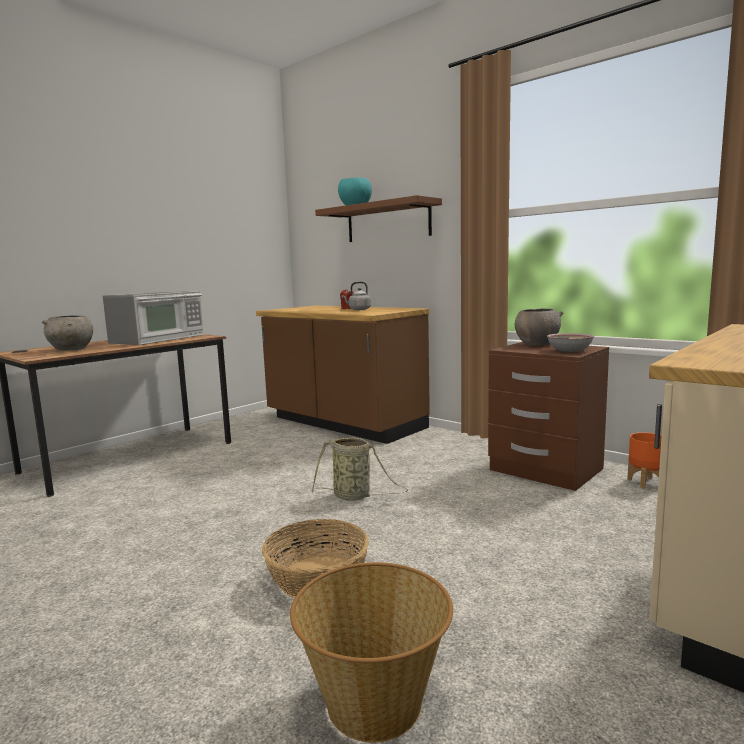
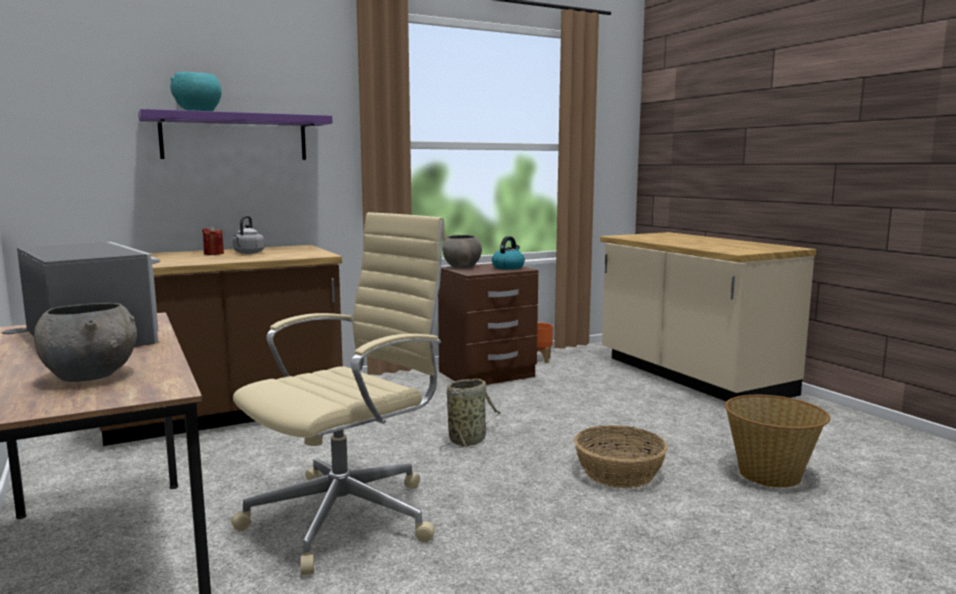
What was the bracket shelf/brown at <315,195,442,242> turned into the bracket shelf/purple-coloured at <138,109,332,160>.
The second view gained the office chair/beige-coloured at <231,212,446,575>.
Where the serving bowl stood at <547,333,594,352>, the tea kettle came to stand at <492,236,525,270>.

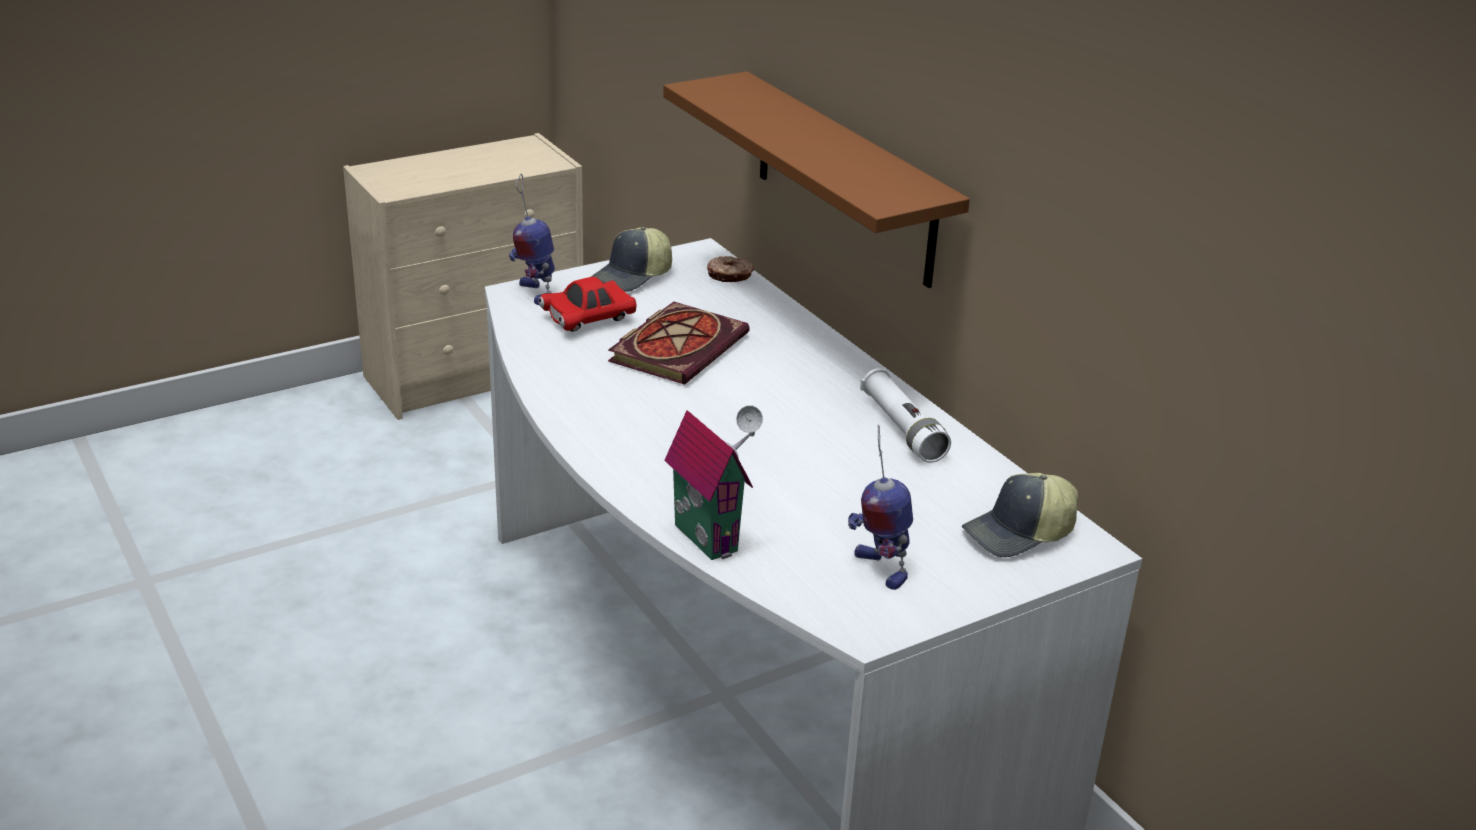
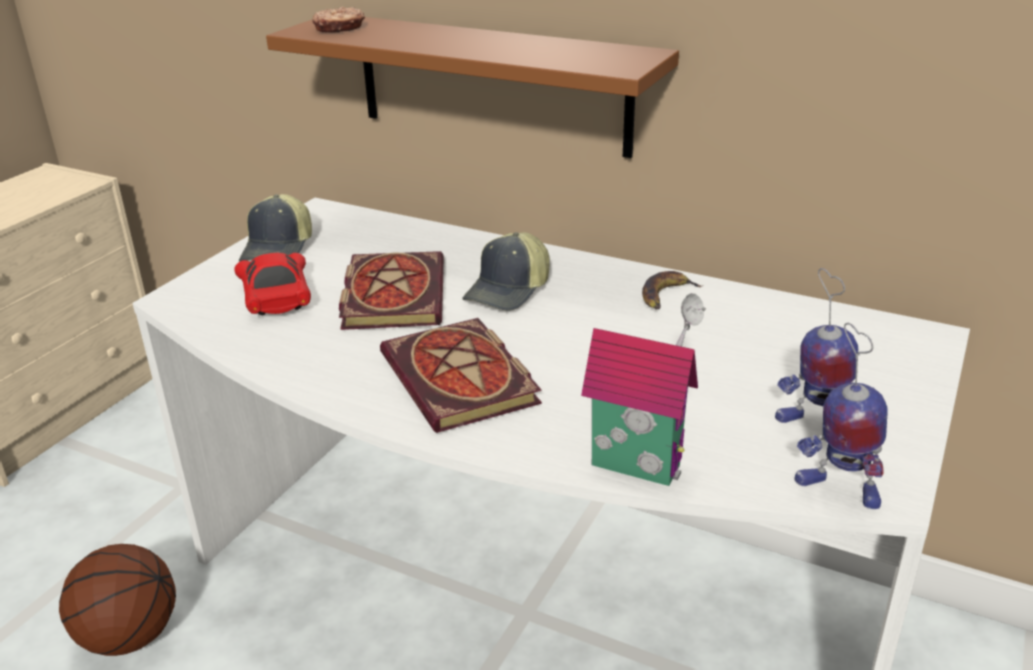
The second view gained the basketball at <59,544,176,656>.
The model car/red-coloured at <538,277,637,332> ended up facing another way, 135 degrees clockwise from before.
The doughnut ended up elsewhere, having gone from <707,256,754,282> to <312,7,365,33>.
The second view gained the bound book at <380,318,542,433>.
The baseball cap ended up elsewhere, having gone from <962,473,1078,558> to <462,232,549,311>.
Where the flashlight/white-coloured stood at <860,368,951,463>, the whole banana came to stand at <642,271,704,310>.
The robot figure ended up elsewhere, having gone from <509,174,555,305> to <794,323,888,509>.

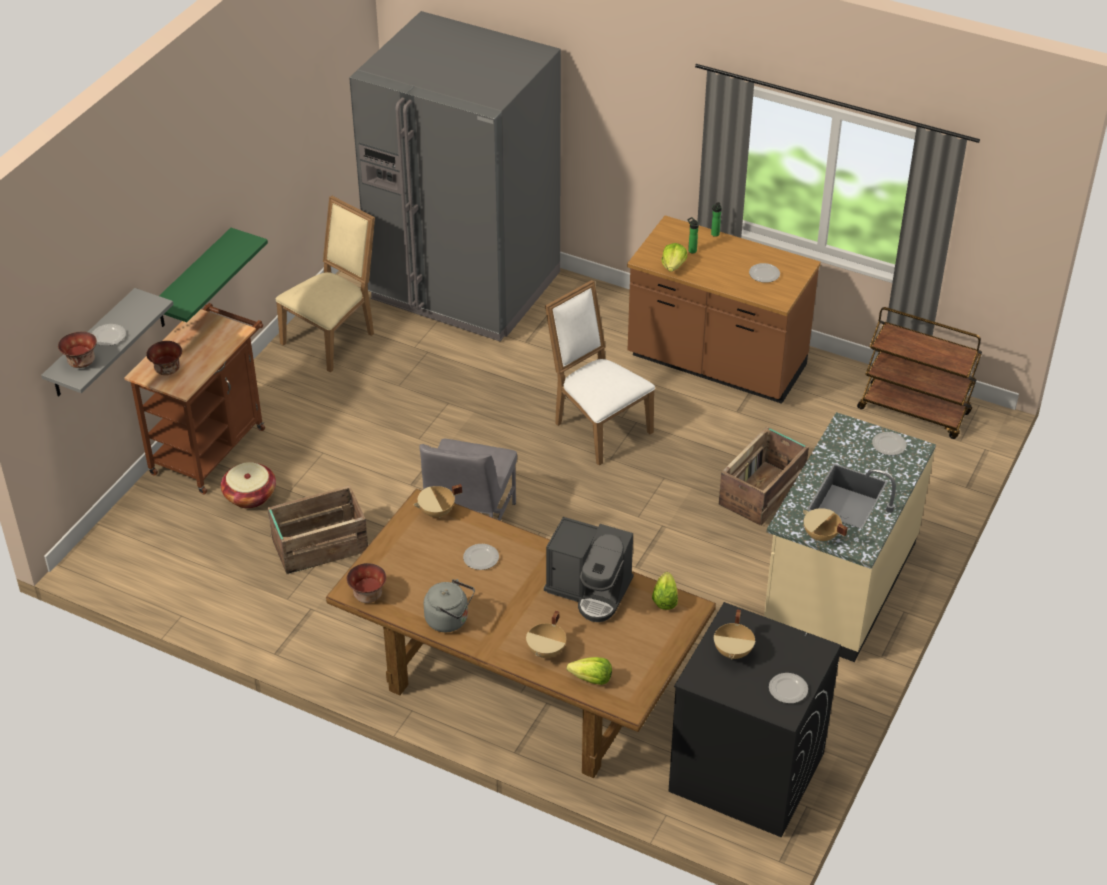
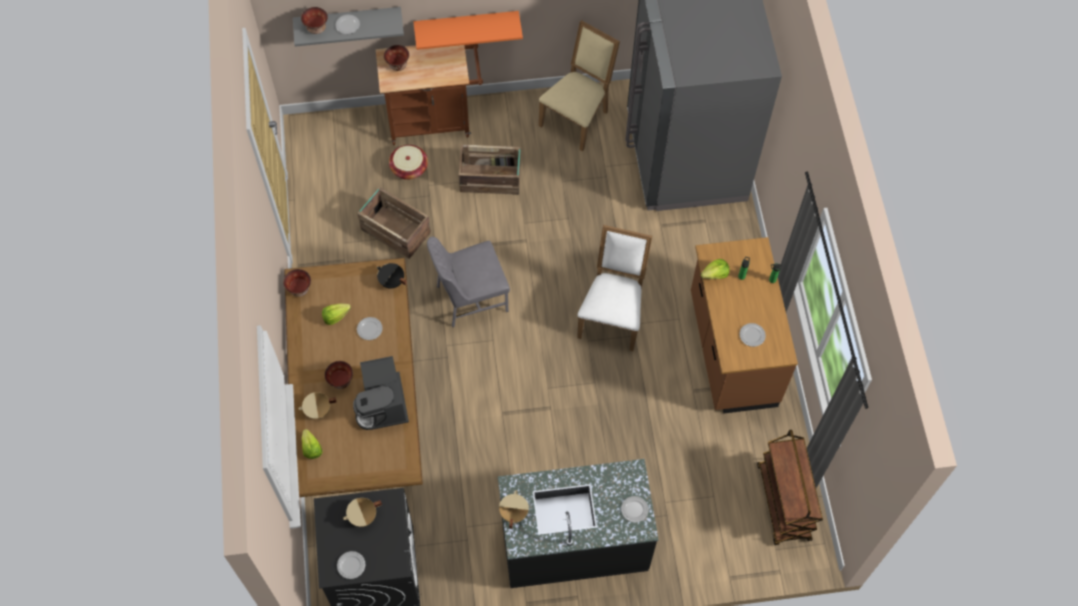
The lettuce head ended up elsewhere, having gone from <652,572,678,610> to <322,304,351,325>.
The second view gained the serving bowl at <325,361,353,389>.
What was the cooking pot/beige-coloured at <414,484,462,518> turned into the cooking pot/black at <377,263,407,289>.
What was the bracket shelf/greenish at <159,228,268,327> turned into the bracket shelf/orange-coloured at <413,11,523,50>.
The crate ended up elsewhere, having gone from <719,427,809,526> to <459,145,521,195>.
What was the kitchen counter/beige-coloured at <764,412,936,662> turned into the kitchen counter/black at <498,459,659,588>.
The plain chair/beige-coloured at <275,195,375,372> ended up facing another way, 60 degrees counterclockwise from before.
The second view lost the tea kettle/greyish at <424,579,475,632>.

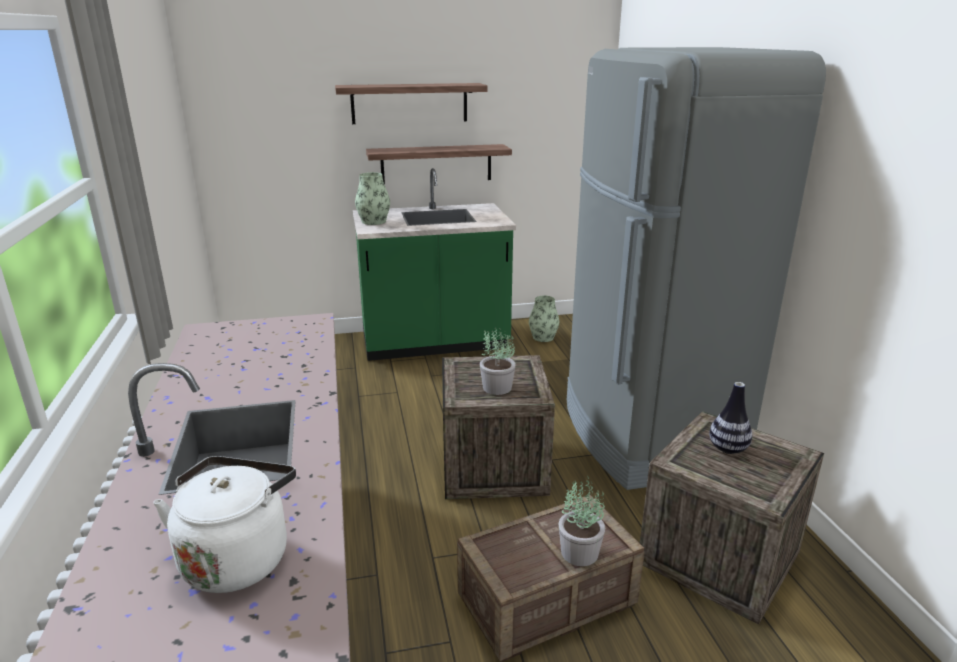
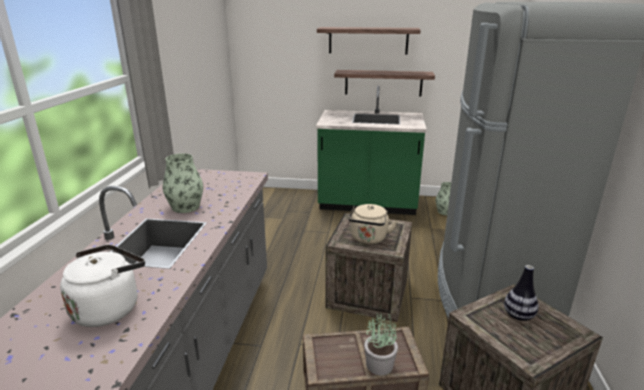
The decorative vase ended up elsewhere, having gone from <355,172,390,225> to <162,153,203,213>.
Where the plant in a pot stood at <480,328,516,395>, the tea kettle/beige-coloured came to stand at <348,204,397,244>.

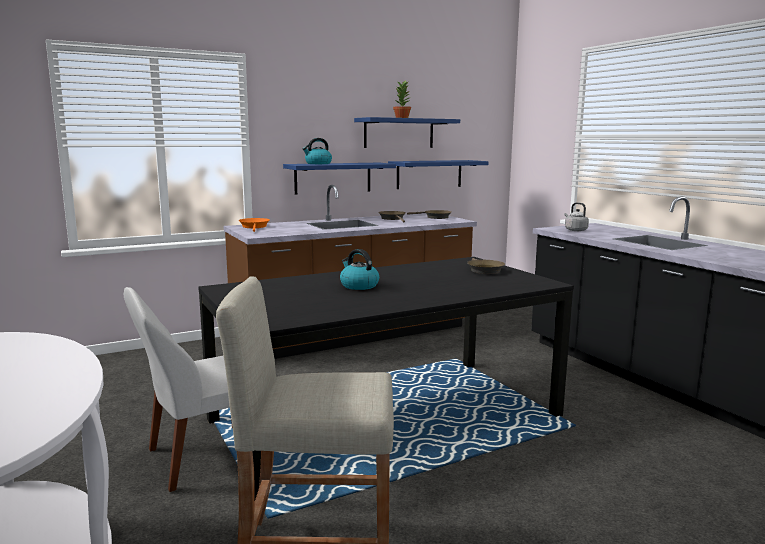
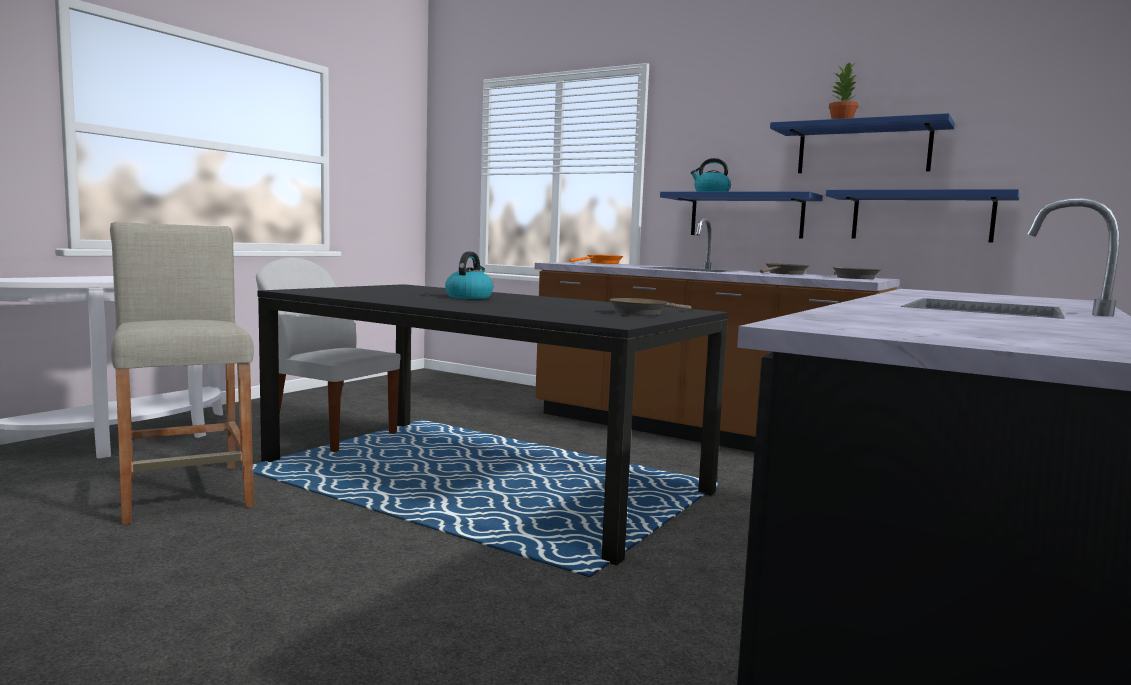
The second view lost the tea kettle/greyish at <564,202,589,231>.

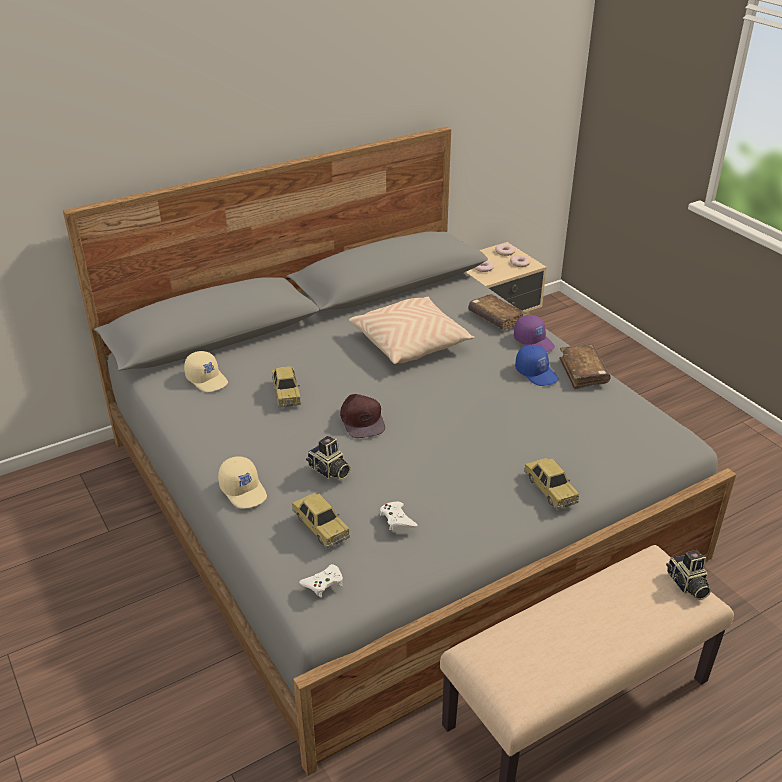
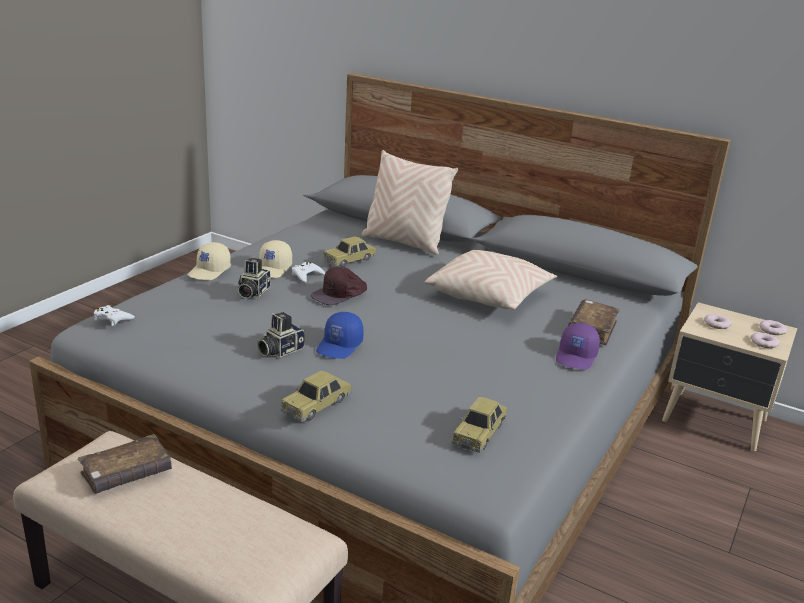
The bound book/brown ended up elsewhere, having gone from <559,344,611,389> to <78,434,172,494>.
The photo camera ended up elsewhere, having gone from <666,550,711,600> to <257,312,305,358>.
The baseball cap/beige-coloured ended up elsewhere, having gone from <184,351,228,392> to <259,240,292,278>.
The joypad/white-coloured ended up elsewhere, having gone from <380,502,418,530> to <292,262,325,283>.
The baseball cap/blue ended up elsewhere, having gone from <515,345,559,386> to <316,312,364,359>.
The second view gained the throw pillow/beige-coloured at <361,150,458,255>.
The model car ended up elsewhere, having gone from <292,493,350,548> to <452,397,507,453>.

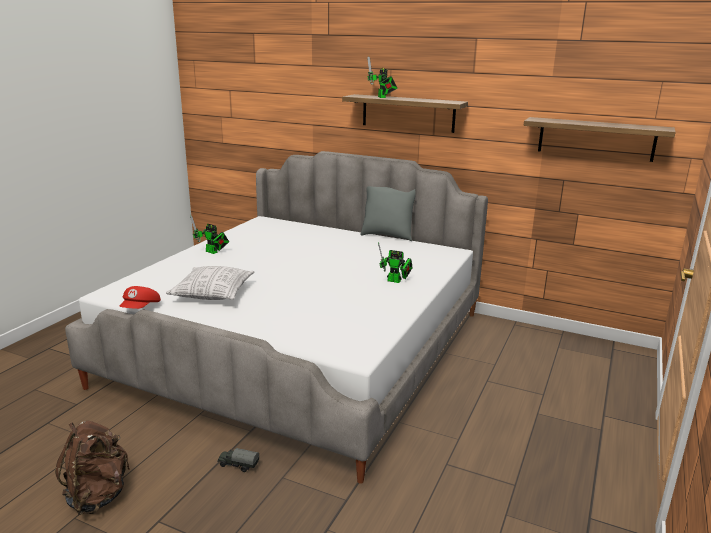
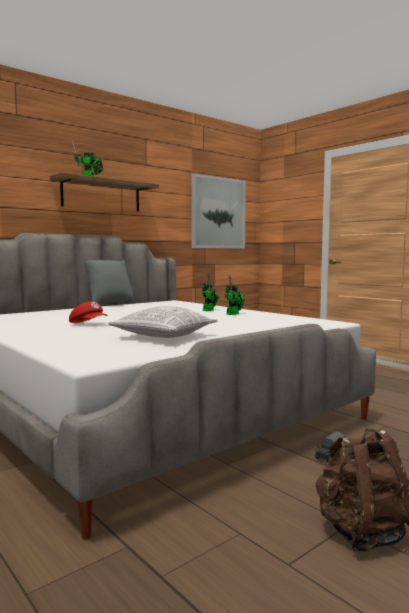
The baseball cap/red-coloured ended up elsewhere, having gone from <119,286,161,309> to <69,302,108,323>.
Where the bracket shelf hung at <523,117,676,162>, the wall picture came to hang at <191,173,246,248>.
The robot figure ended up elsewhere, having gone from <190,215,229,254> to <225,275,245,315>.

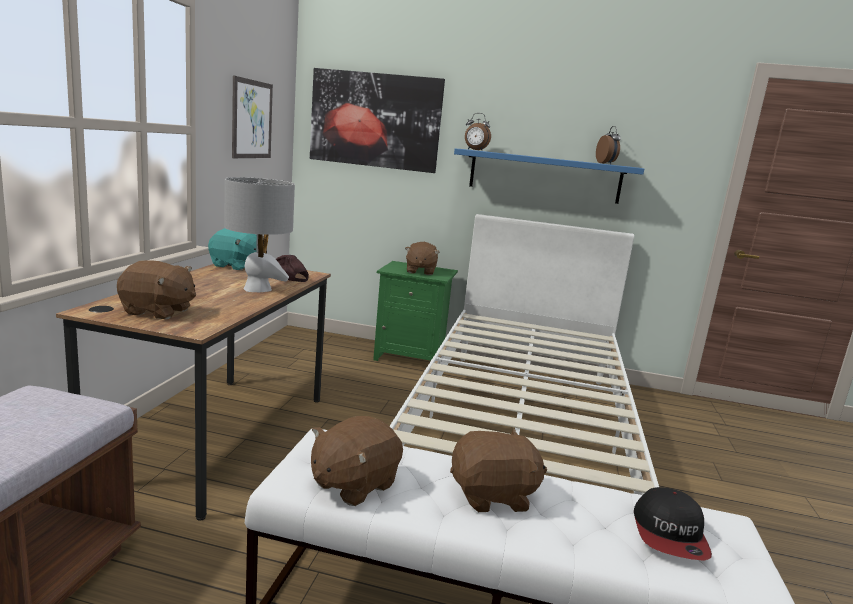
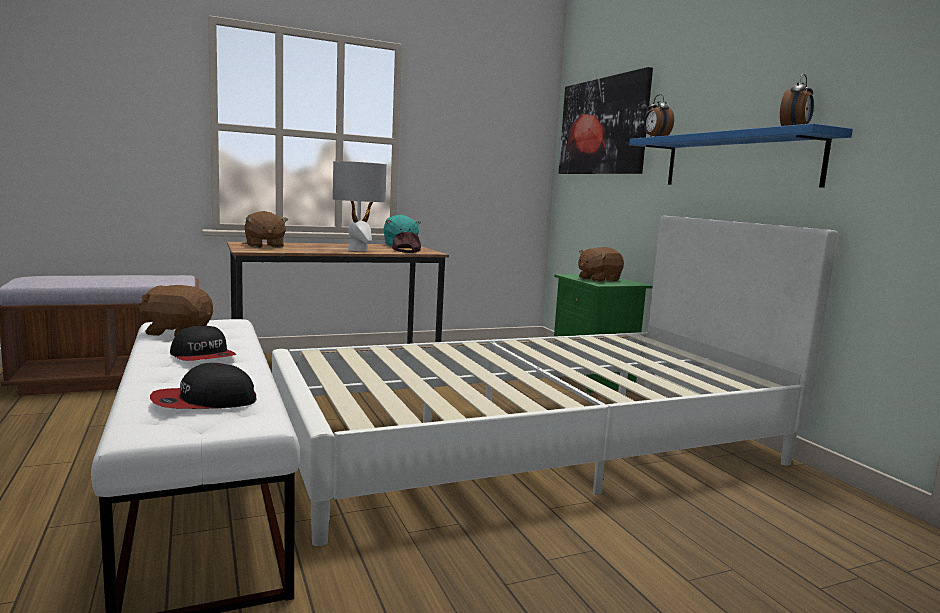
Where the cuddly toy/brown stood at <450,428,547,512>, the baseball cap came to stand at <170,325,236,361>.
The second view lost the wall picture at <232,76,273,158>.

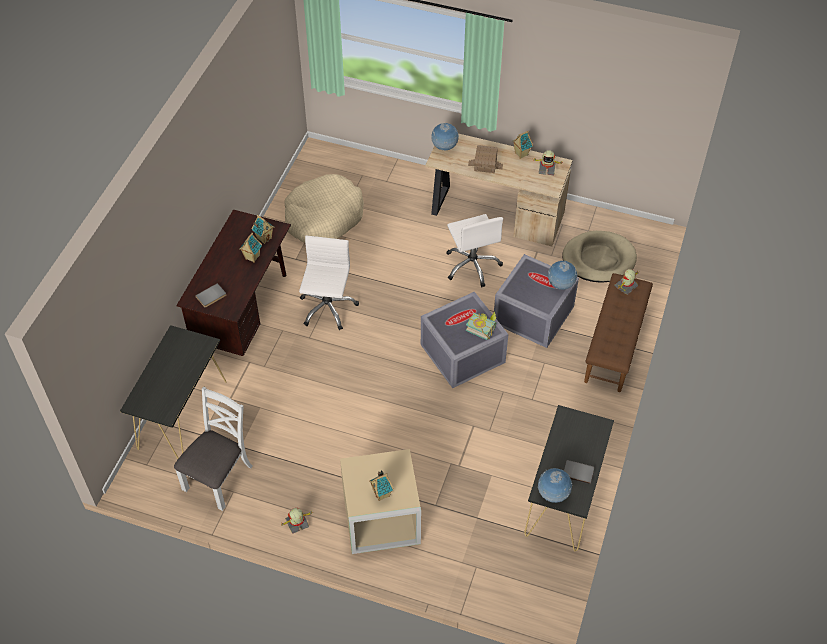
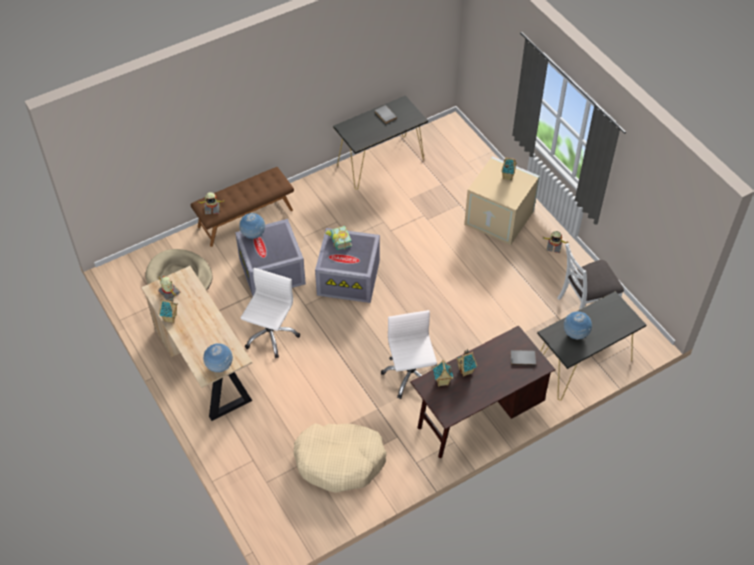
The office chair/white-coloured at <299,235,359,330> ended up facing another way, 120 degrees clockwise from before.
The world globe ended up elsewhere, having gone from <538,468,572,503> to <563,311,592,340>.
The second view lost the toy house at <468,145,503,173>.

